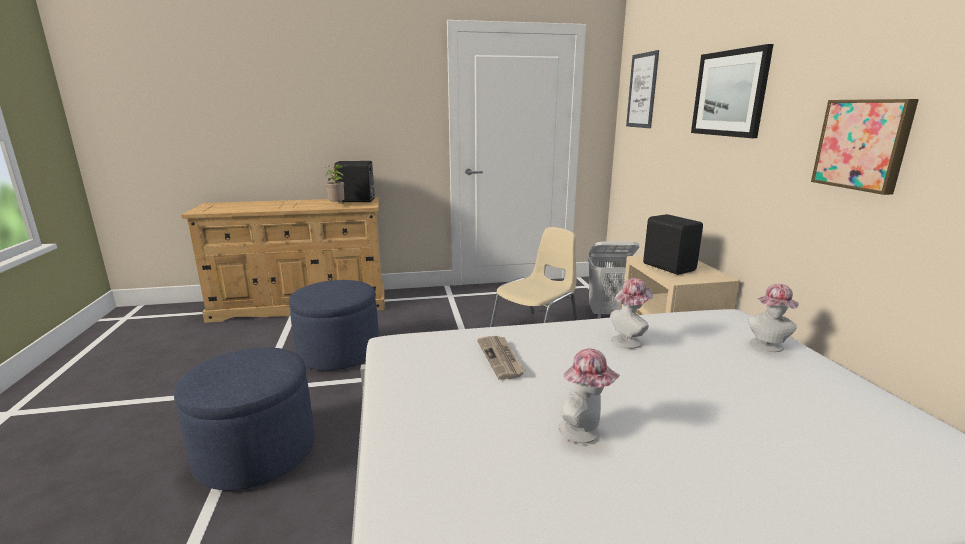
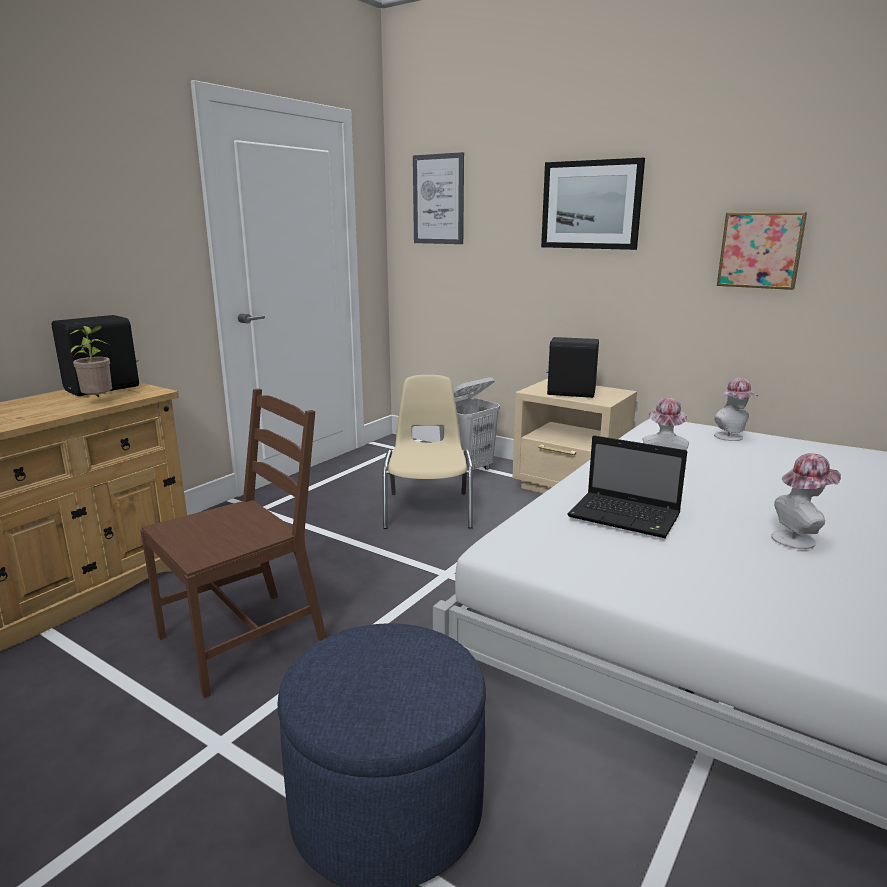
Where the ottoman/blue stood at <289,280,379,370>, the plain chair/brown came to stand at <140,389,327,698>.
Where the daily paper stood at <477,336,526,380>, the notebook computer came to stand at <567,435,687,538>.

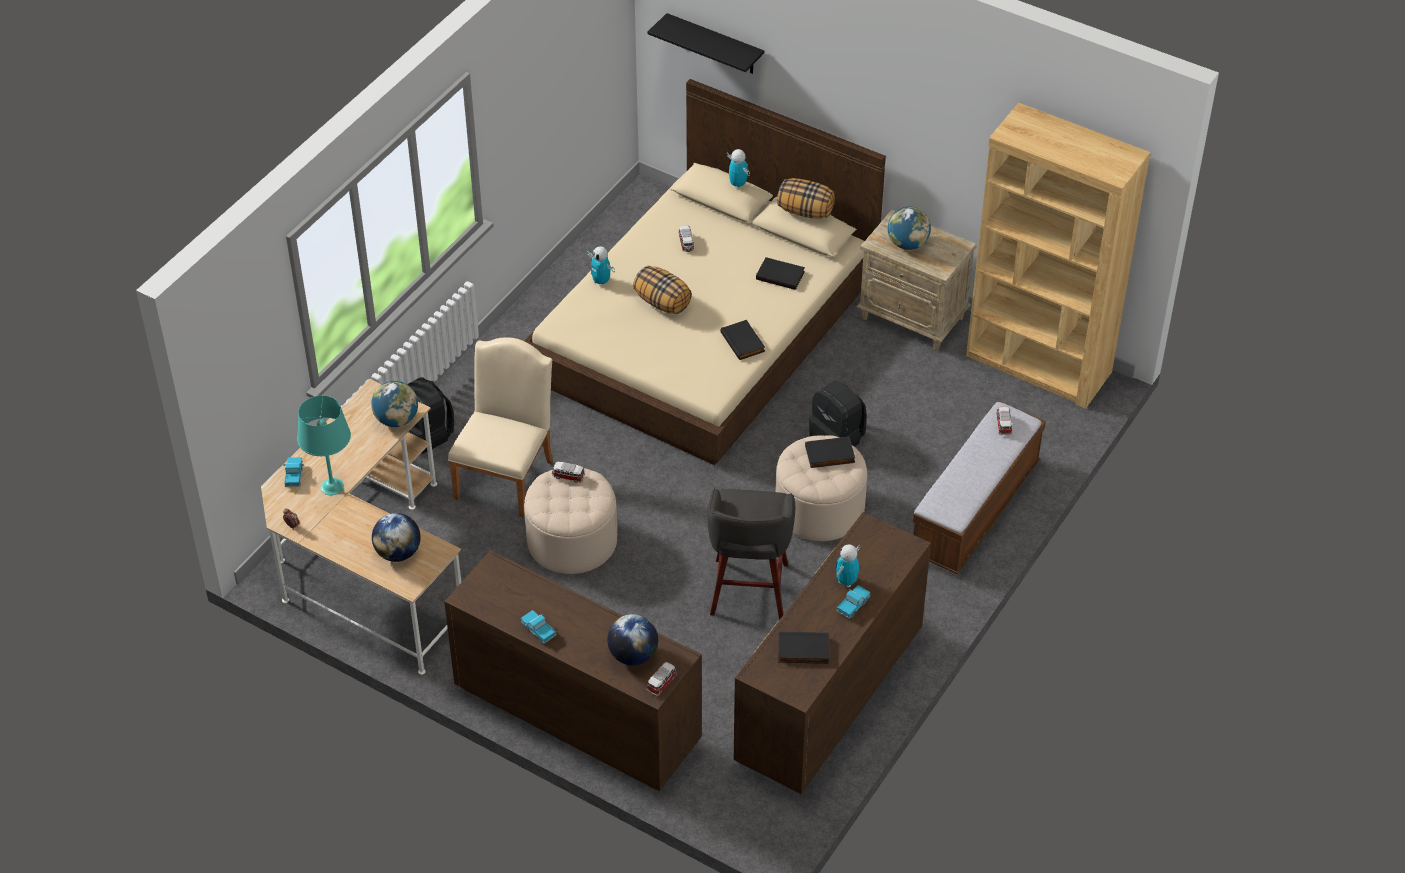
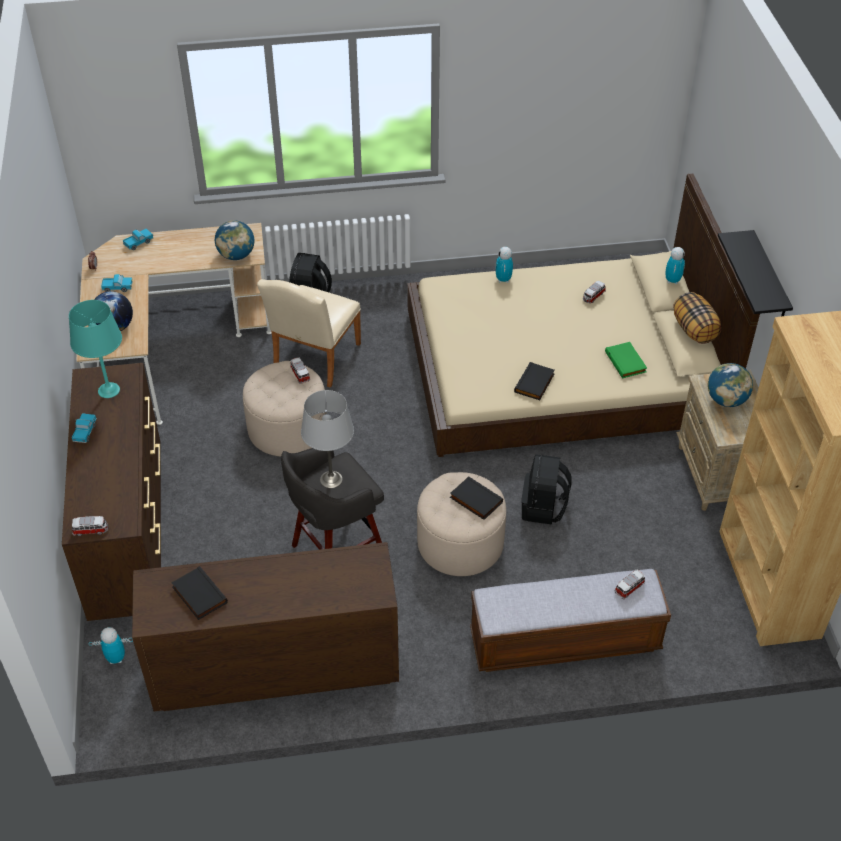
The table lamp/blue-green ended up elsewhere, having gone from <297,396,351,495> to <69,300,122,398>.
The robot figure ended up elsewhere, having gone from <835,544,860,588> to <89,627,133,664>.
The toy lorry ended up elsewhere, having gone from <837,585,870,618> to <101,274,133,292>.
The plain chair/beige-coloured at <448,337,553,518> ended up facing another way, 135 degrees clockwise from before.
The second view gained the table lamp/greyish at <301,390,354,488>.
What was the bound book/black at <756,257,805,290> turned into the bound book/greenish at <605,342,647,379>.
The bracket shelf/black ended up elsewhere, having gone from <647,13,764,74> to <718,230,793,316>.
The second view lost the world globe at <607,614,658,665>.
The second view lost the throw pillow at <633,266,692,314>.

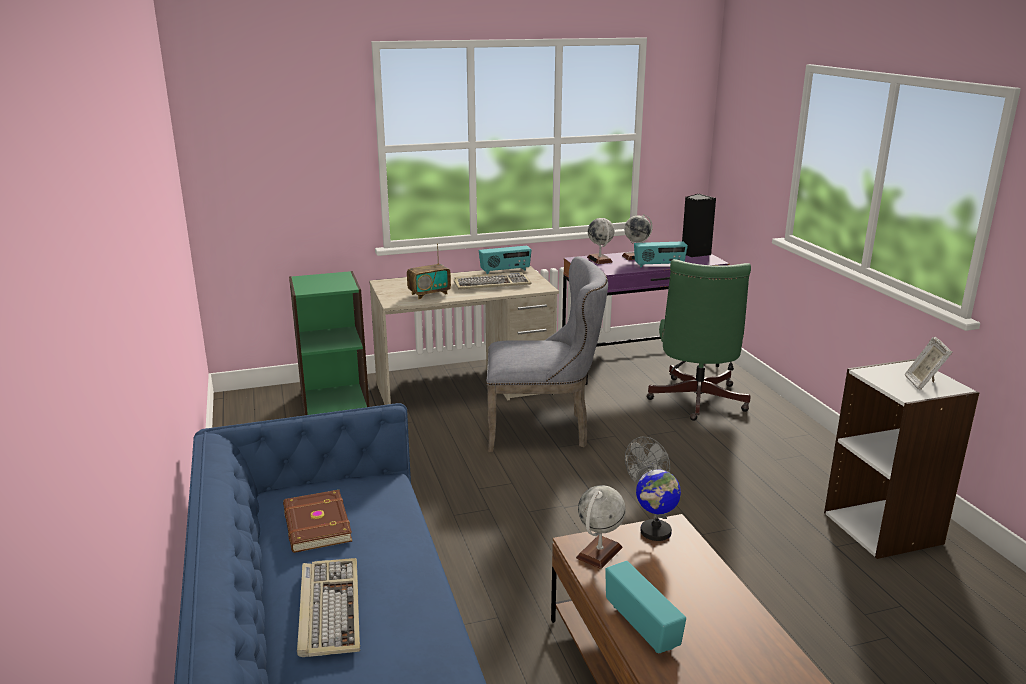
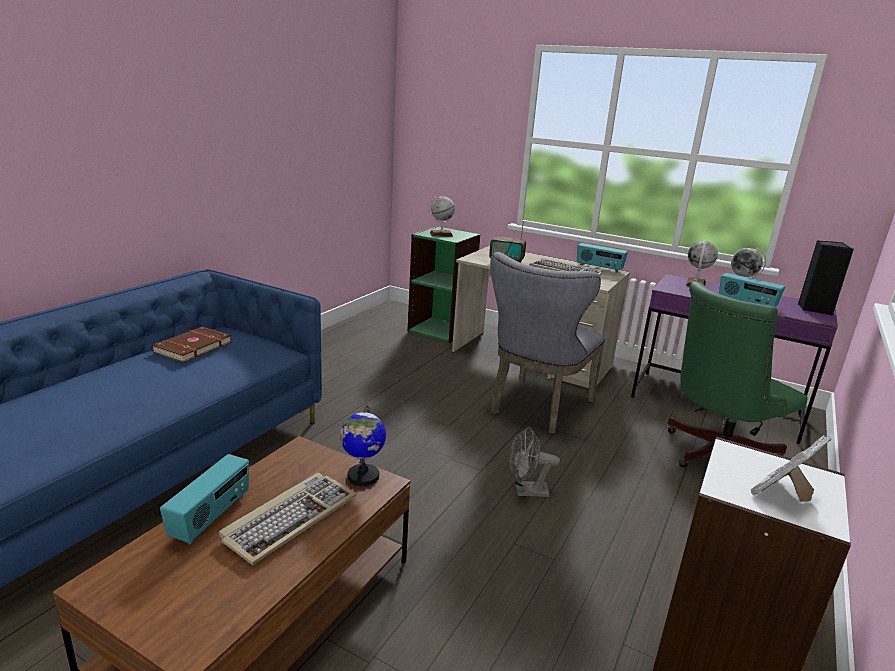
The computer keyboard ended up elsewhere, having gone from <297,558,360,657> to <219,473,356,565>.
The world globe ended up elsewhere, having gone from <576,485,626,569> to <429,195,455,237>.
The plain chair/greyish at <486,257,608,452> ended up facing another way, 75 degrees clockwise from before.

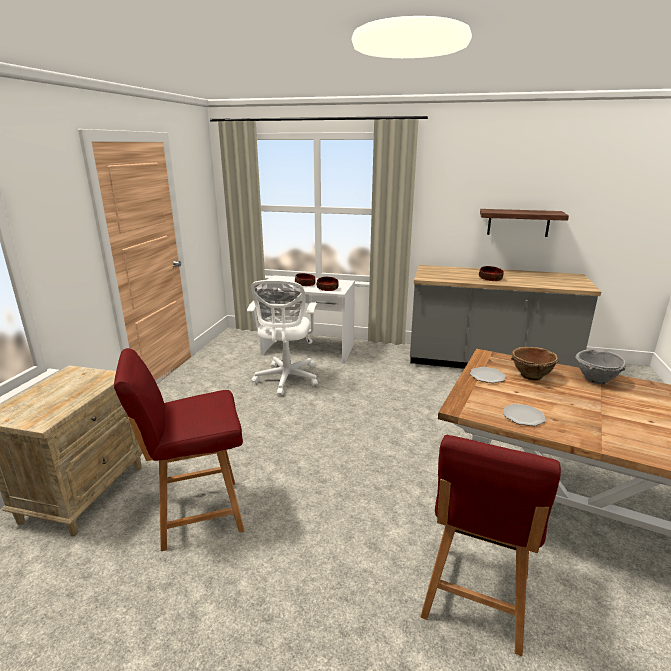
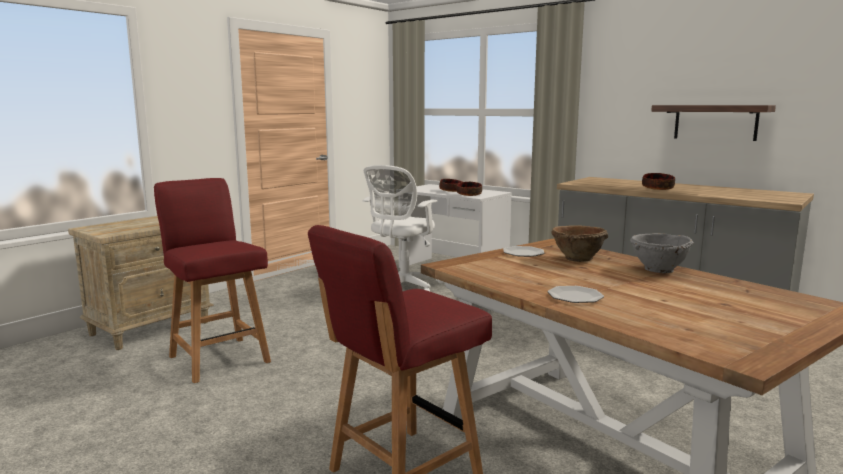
The plain chair/red-coloured at <114,348,244,551> ended up facing another way, 45 degrees clockwise from before.
The dinner plate ended up elsewhere, having gone from <503,404,546,426> to <547,286,604,303>.

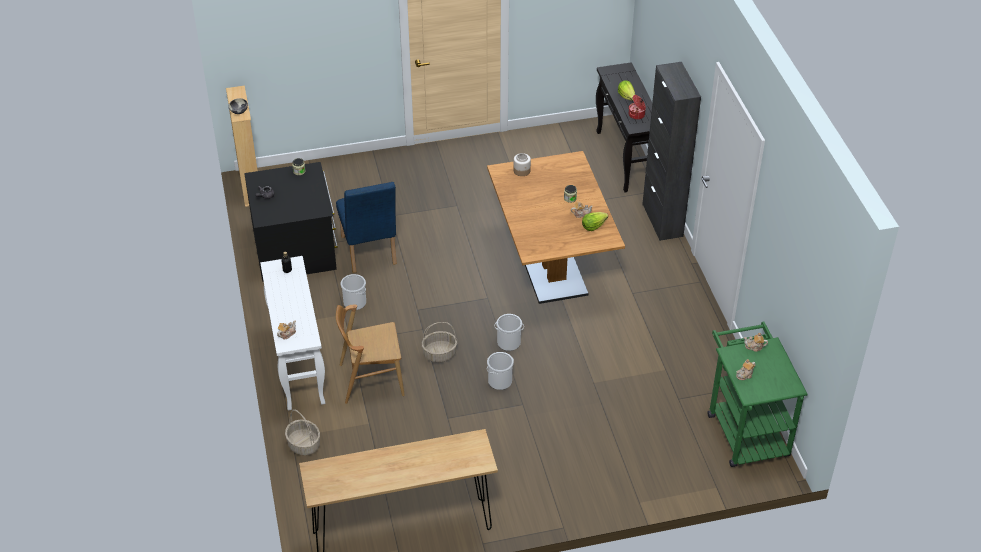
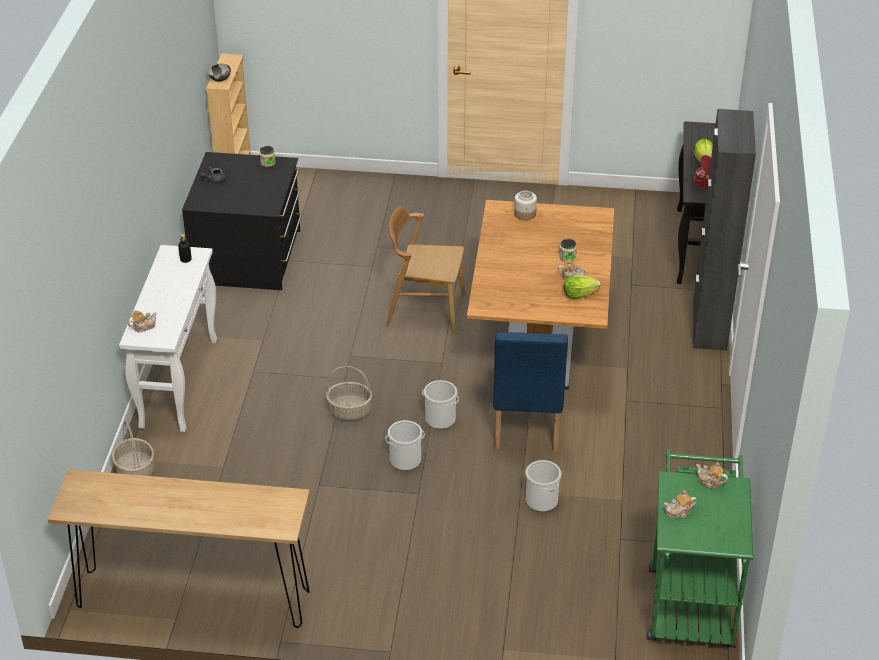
The plain chair/brown ended up elsewhere, having gone from <336,304,405,404> to <386,206,465,334>.
The plain chair/blue ended up elsewhere, having gone from <336,182,397,273> to <493,332,568,452>.
The pail ended up elsewhere, having gone from <341,274,366,310> to <525,460,561,512>.

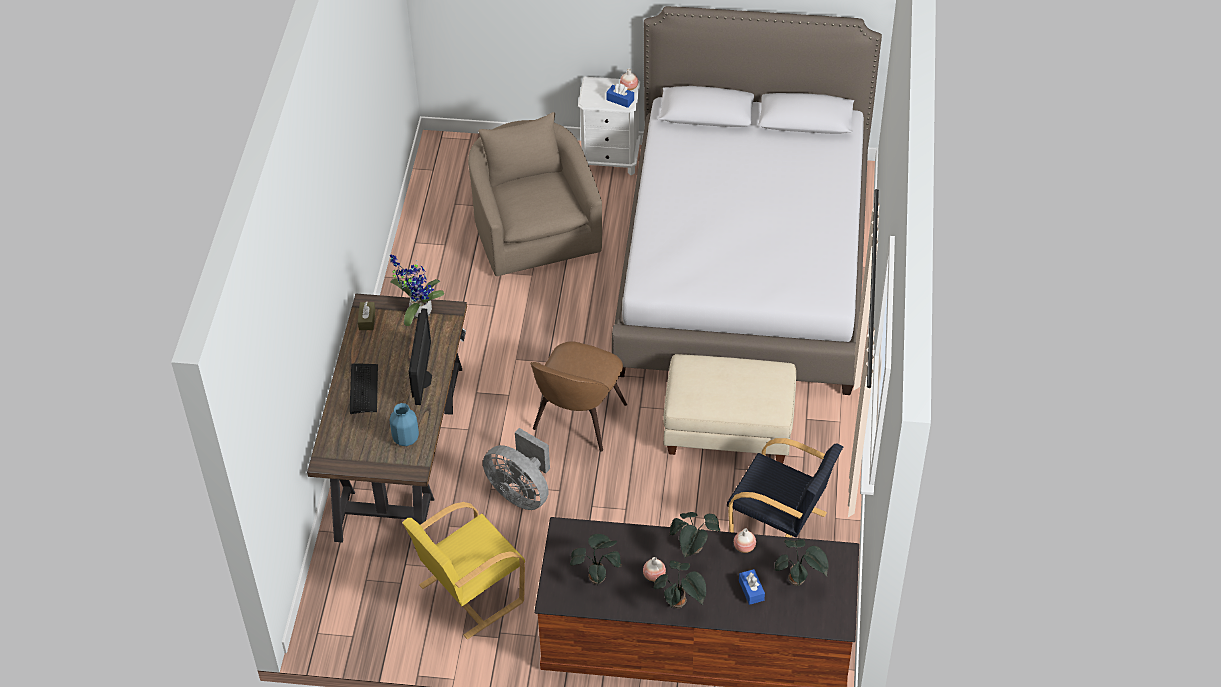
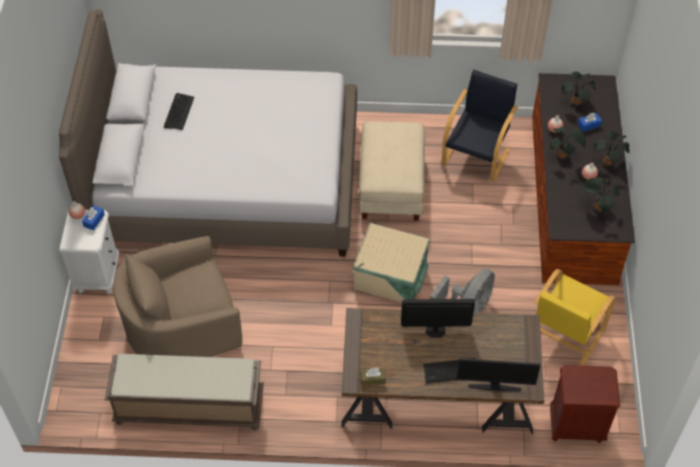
The second view gained the long seat/brown at <105,354,264,430>.
The second view gained the computer keyboard at <164,93,194,130>.
Where the plain chair/brown stood at <530,341,627,451>, the storage container/beige-coloured came to stand at <353,223,430,302>.
The second view gained the monitor at <457,358,541,392>.
The easy chair/yellow-coloured at <402,502,525,639> ended up facing another way, 75 degrees clockwise from before.
The second view gained the nightstand/brown at <550,365,620,444>.
The second view lost the plant in a pot at <390,254,444,326>.
The second view lost the decorative vase/blue at <390,403,419,446>.

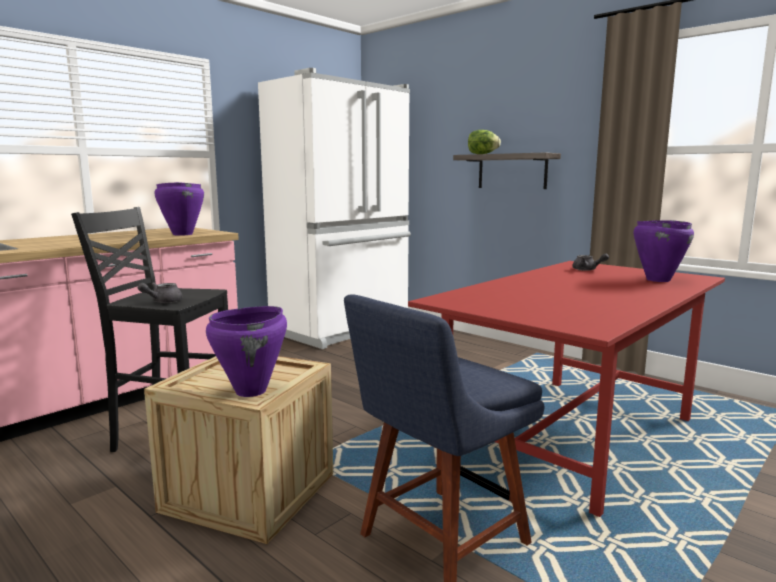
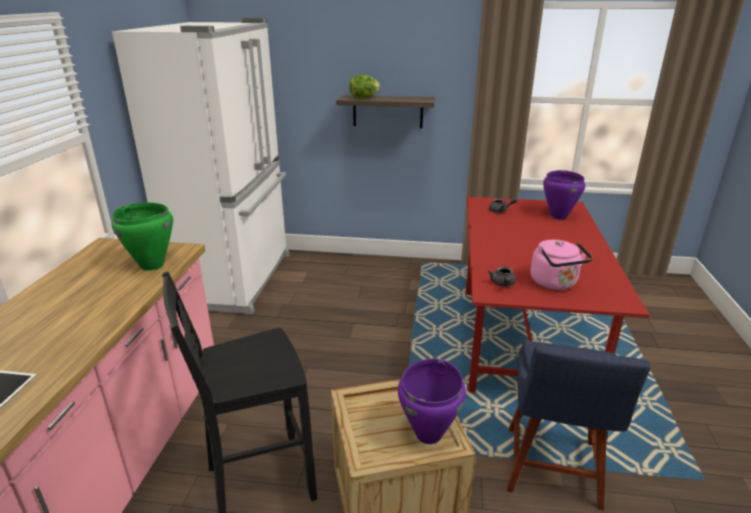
What was the cooking pot/purple-coloured at <154,182,204,236> turned into the cooking pot/greenish at <111,202,173,271>.
The tea pot/greyish ended up elsewhere, having gone from <138,282,183,303> to <488,266,516,286>.
The second view gained the tea kettle/pink-coloured at <531,240,593,290>.

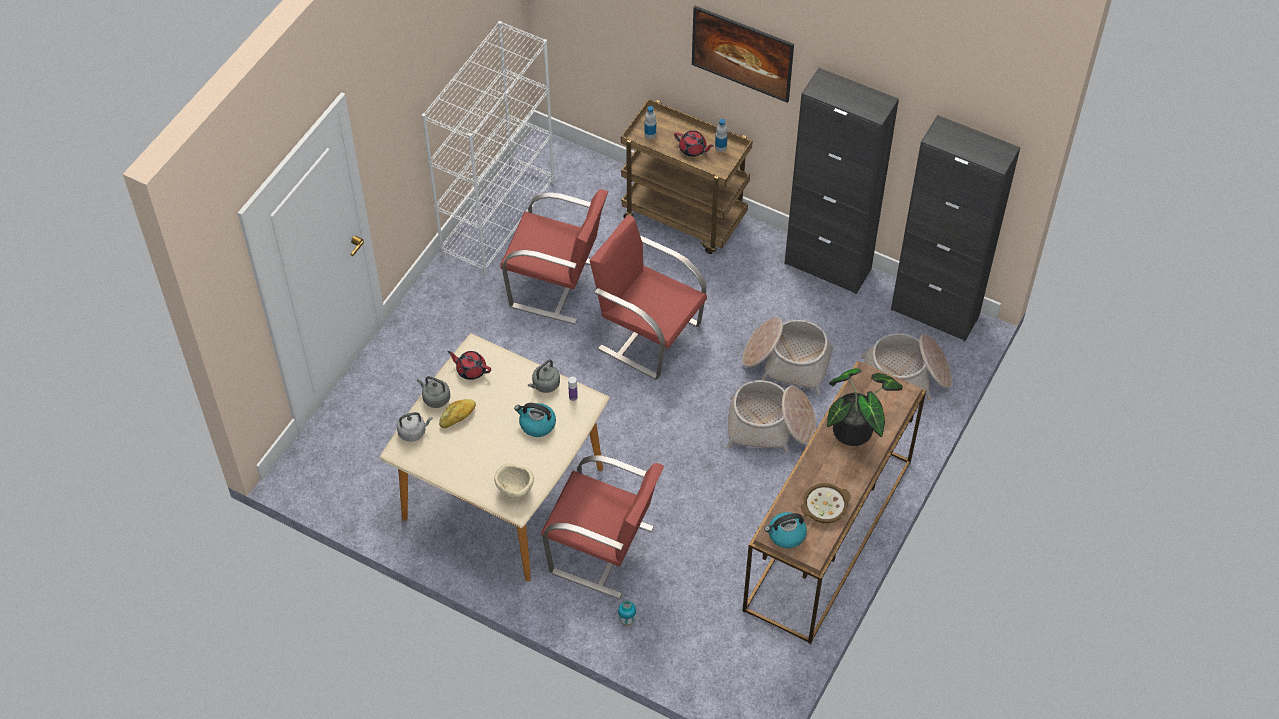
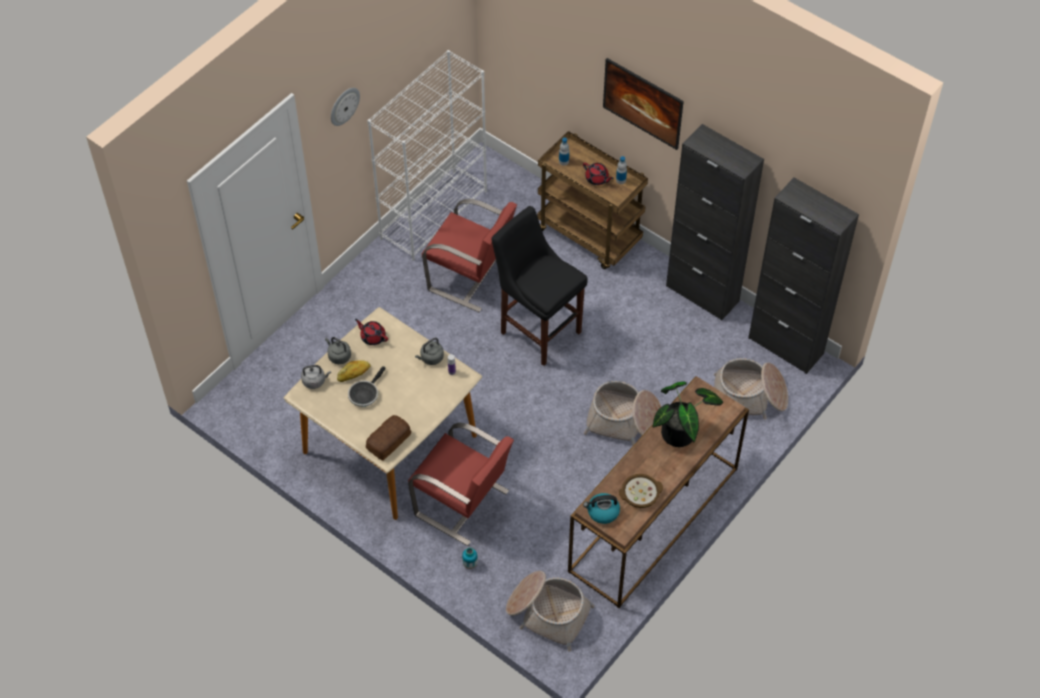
The second view gained the hanging clock at <331,88,360,126>.
The second view gained the frying pan at <348,366,386,407>.
Where the serving bowl/beige-coloured stood at <494,464,534,499>, the bread came to stand at <366,415,411,460>.
Where the plain chair/red-coloured stood at <589,215,707,379>, the sitting stool/black came to stand at <492,206,588,366>.
The basket ended up elsewhere, having gone from <742,317,834,395> to <506,571,595,652>.
The second view lost the tea kettle at <514,403,556,437>.

